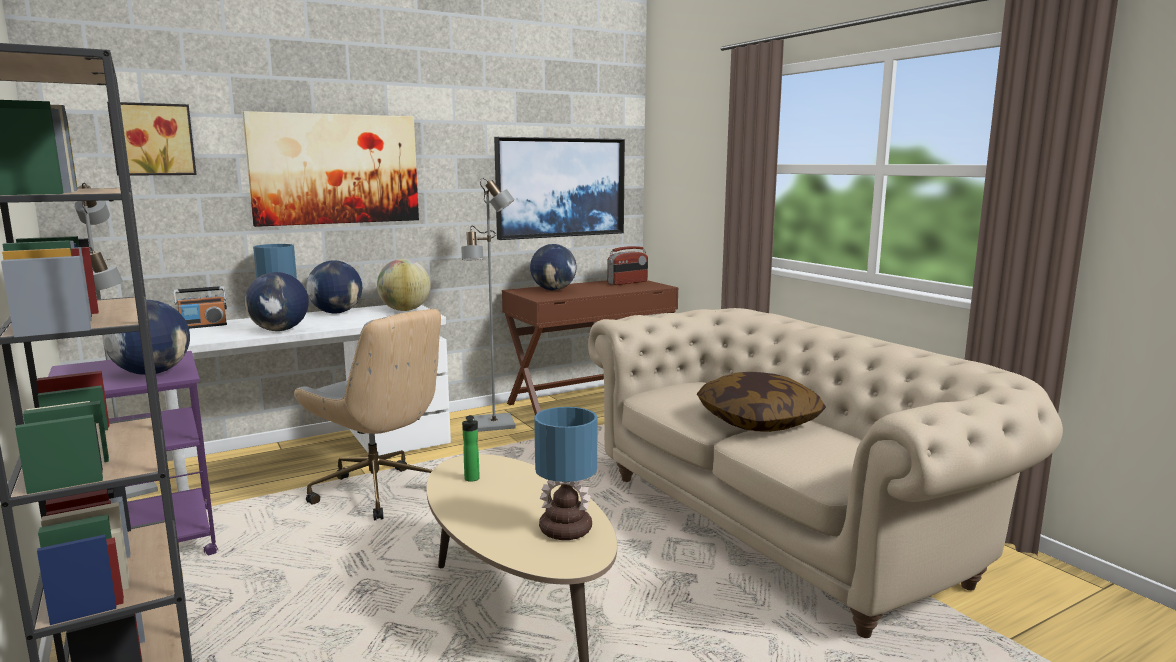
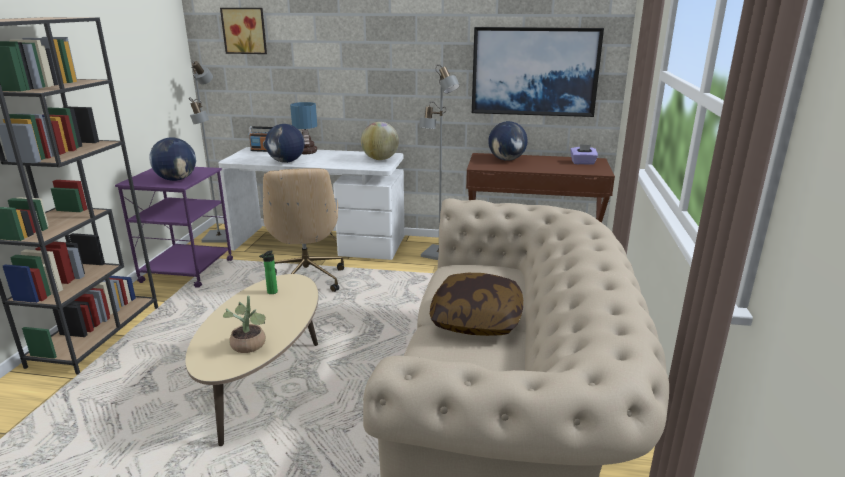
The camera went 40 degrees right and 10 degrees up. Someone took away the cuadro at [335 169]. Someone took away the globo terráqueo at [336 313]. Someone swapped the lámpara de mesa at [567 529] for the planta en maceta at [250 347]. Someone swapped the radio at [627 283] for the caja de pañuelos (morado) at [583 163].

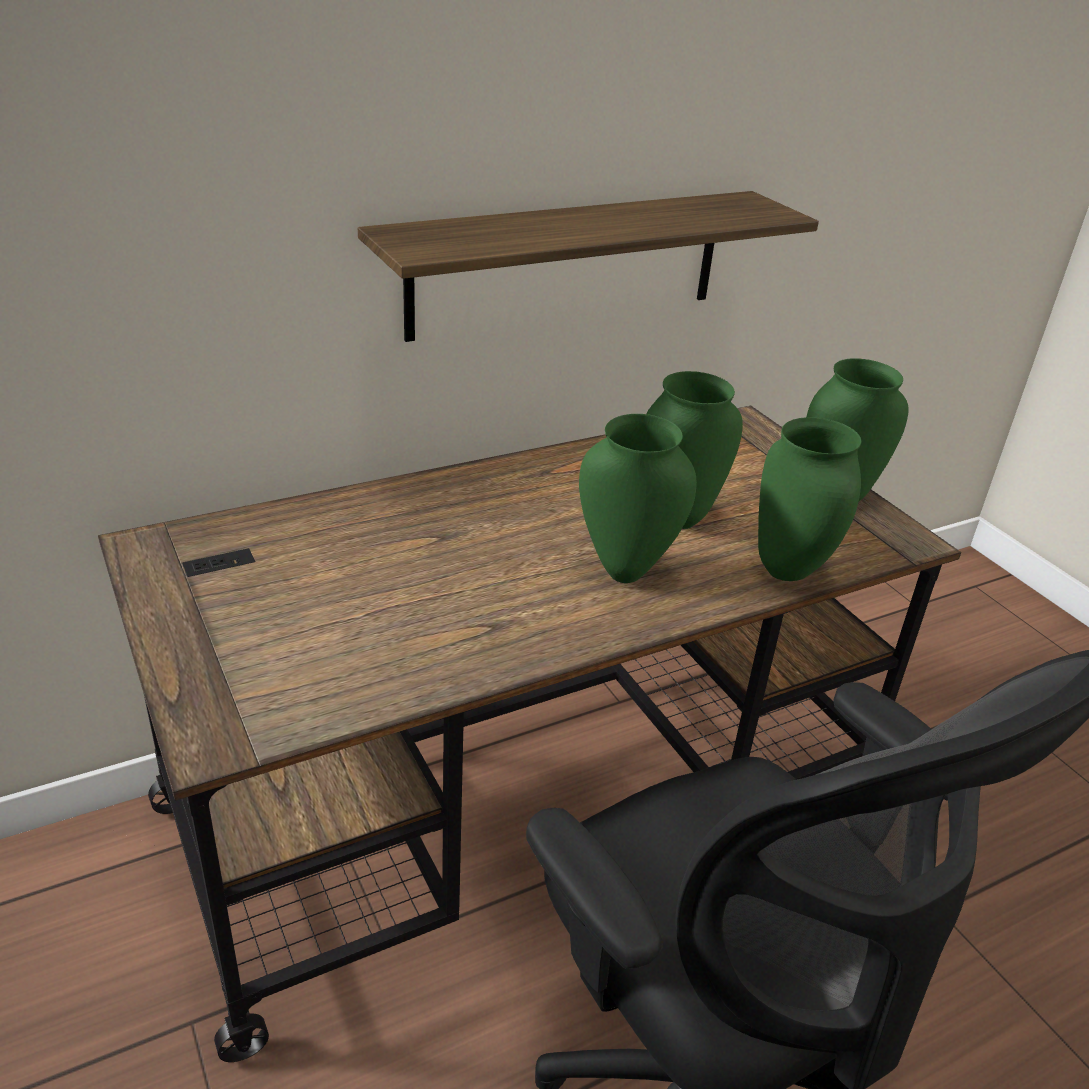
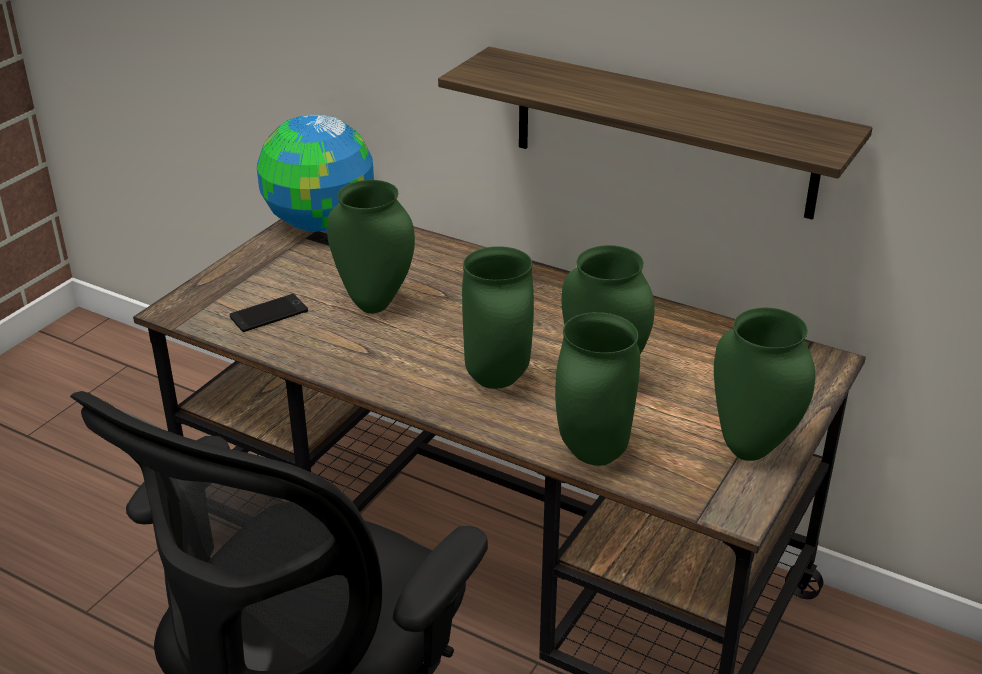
The camera went 60 degrees right and 0 degrees up. Someone put down the móvil at [269 314]. Someone put down the globo terráqueo at [320 224]. Someone put down the florero (verde) at [374 305].

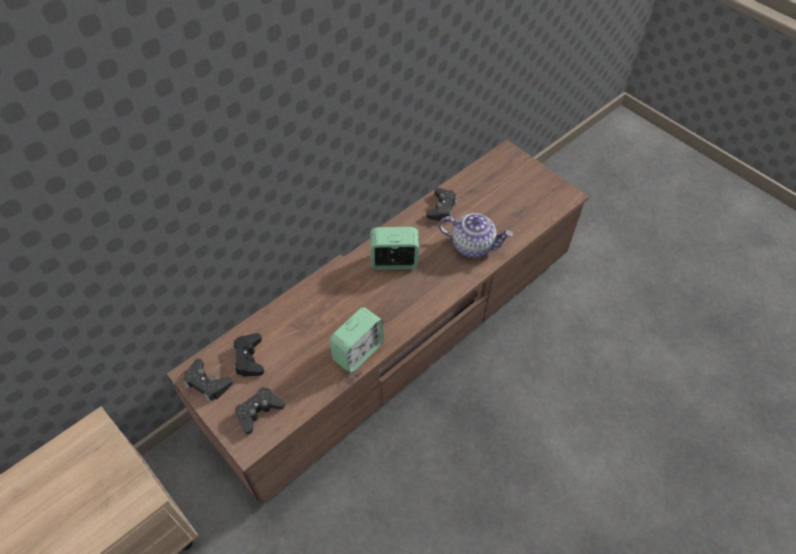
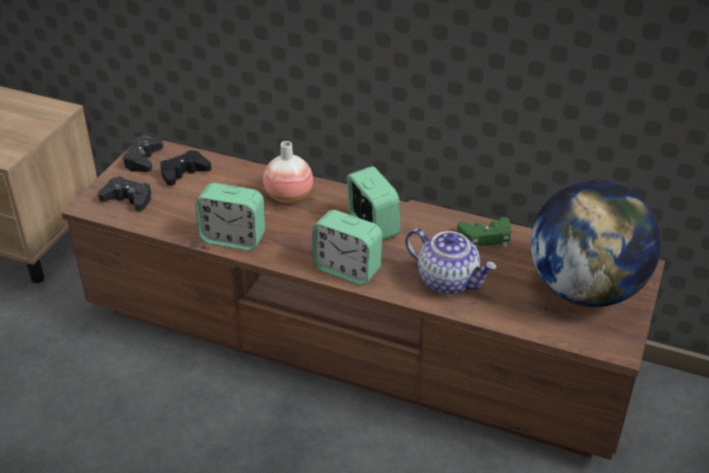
The camera went 65 degrees right and 15 degrees down. Someone put down the florero at [289 196]. Someone put down the despertador at [347 269]. Someone put down the globo terráqueo at [585 289]. Someone repainted the mando de consola (negro) at [441 208], which became the mando de consola (verde) at [485 238]. Someone rotated the tetera at [473 245] by 45 degrees counterclockwise.

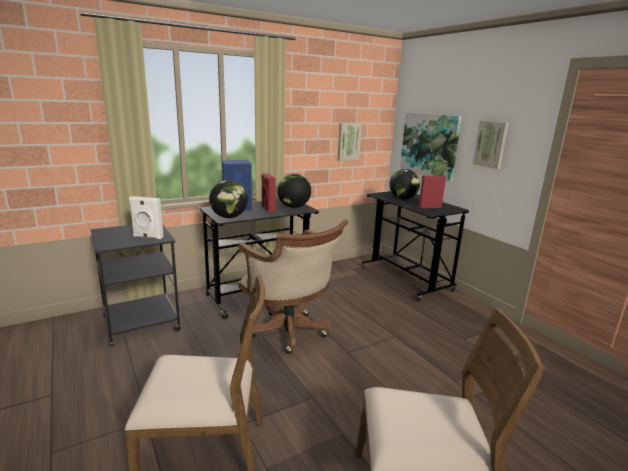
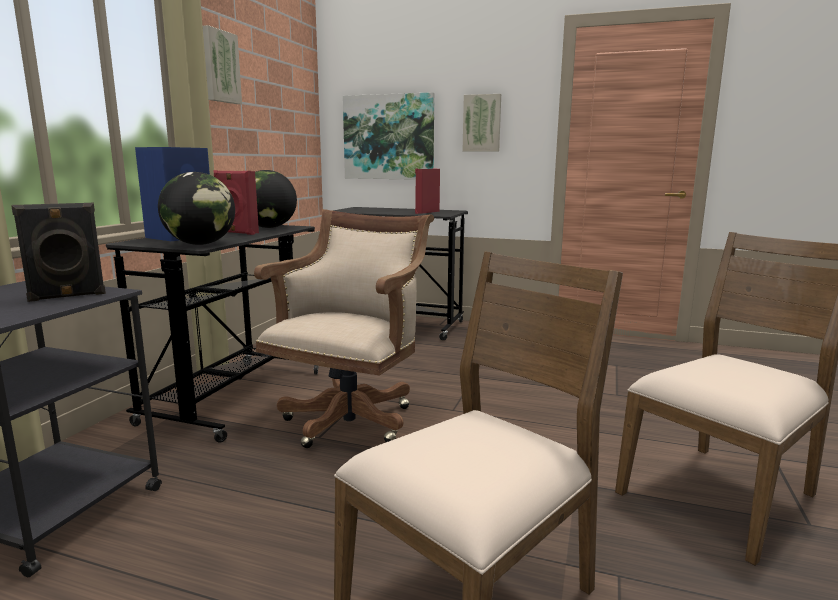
The camera went 40 degrees left and 5 degrees down. Someone took away the globo terráqueo at [403 198]. Someone carried the cuadro from [348 141] to [220 67]. Someone repainted the altavoz (blanco) at [147 237], which became the altavoz (negro) at [67 296]. Someone rotated the silla de oficina at [291 332] by 75 degrees counterclockwise.

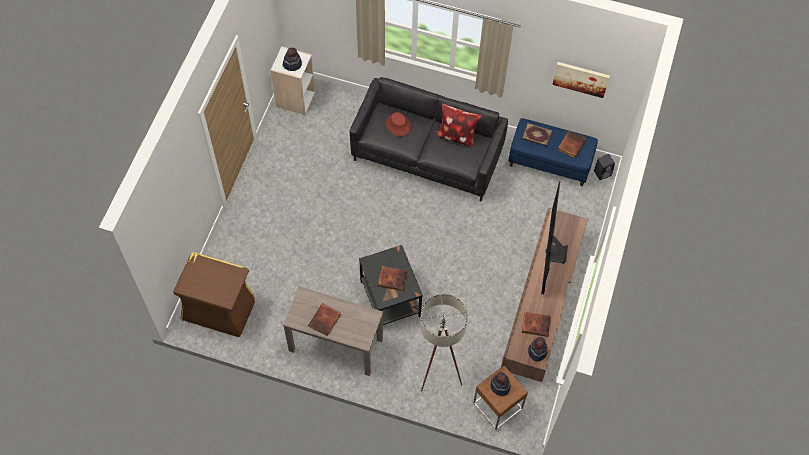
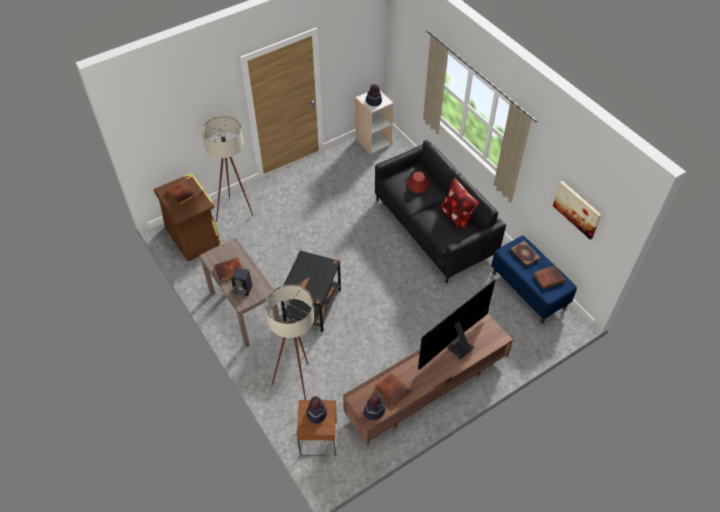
The camera went 40 degrees right and 10 degrees down. Someone put down the lámpara de pie (beis) at [237 213]. Someone carried the libro from [393 278] to [181 194]. Someone carried the altavoz (negro) from [602 172] to [243 289].

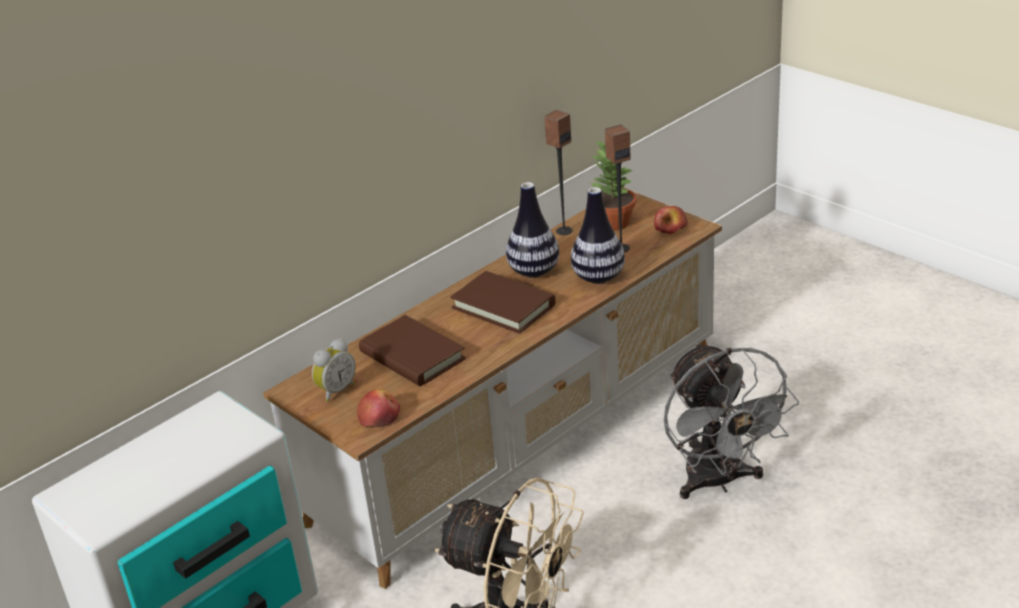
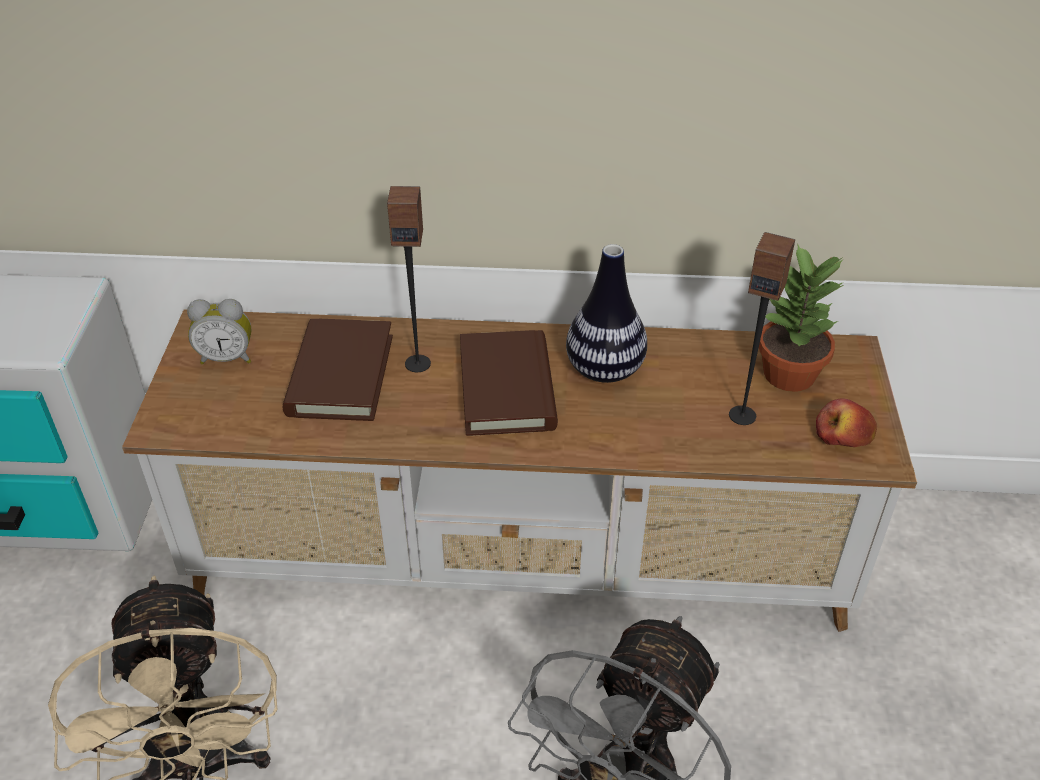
The camera went 45 degrees right and 10 degrees up. Someone took away the manzana at [380 416]. Someone took away the florero at [598 277]. Someone carried the altavoz from [563 231] to [418 363].

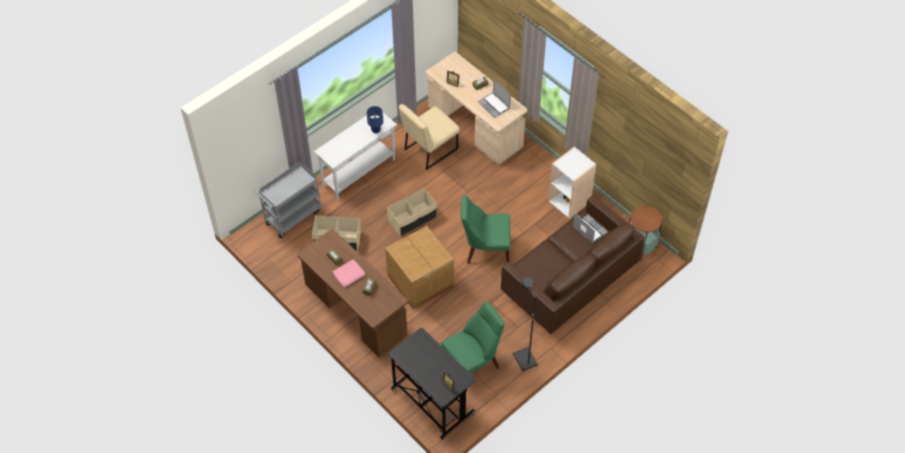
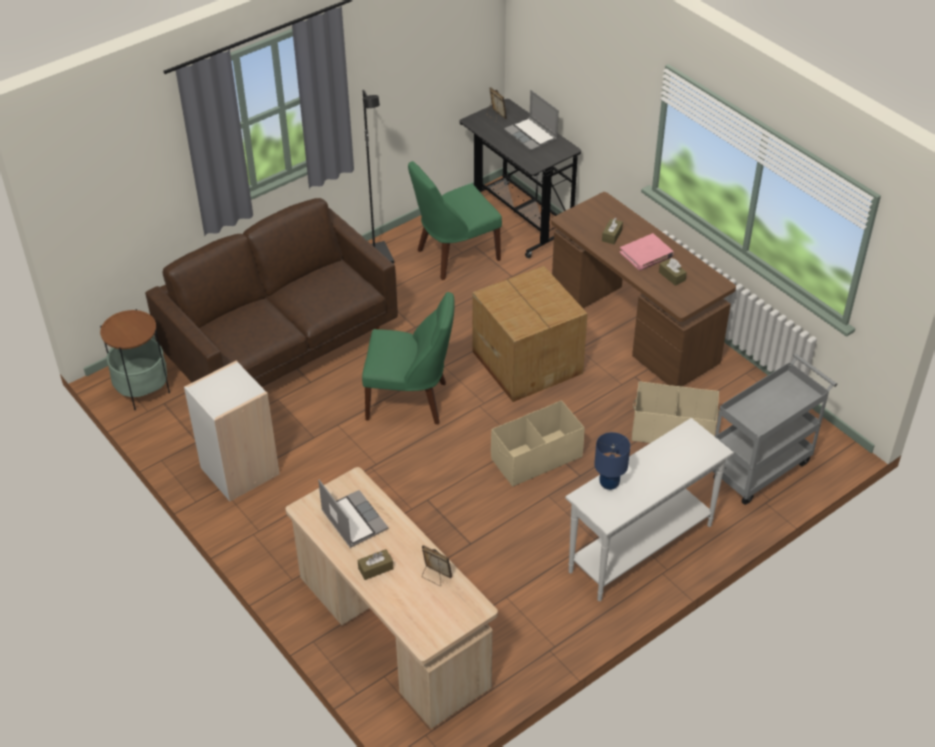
The camera went 175 degrees left and 10 degrees down. Someone took away the silla (beis) at [429 149]. Someone carried the portátil from [589 229] to [531 135].

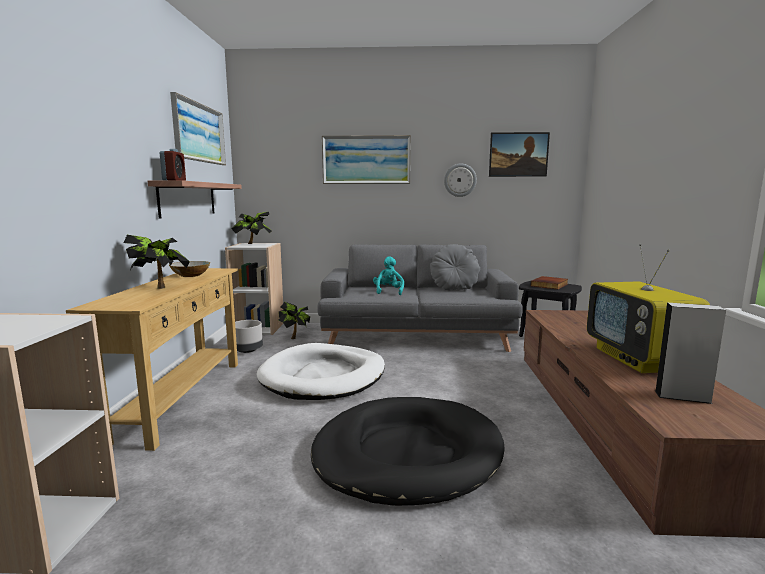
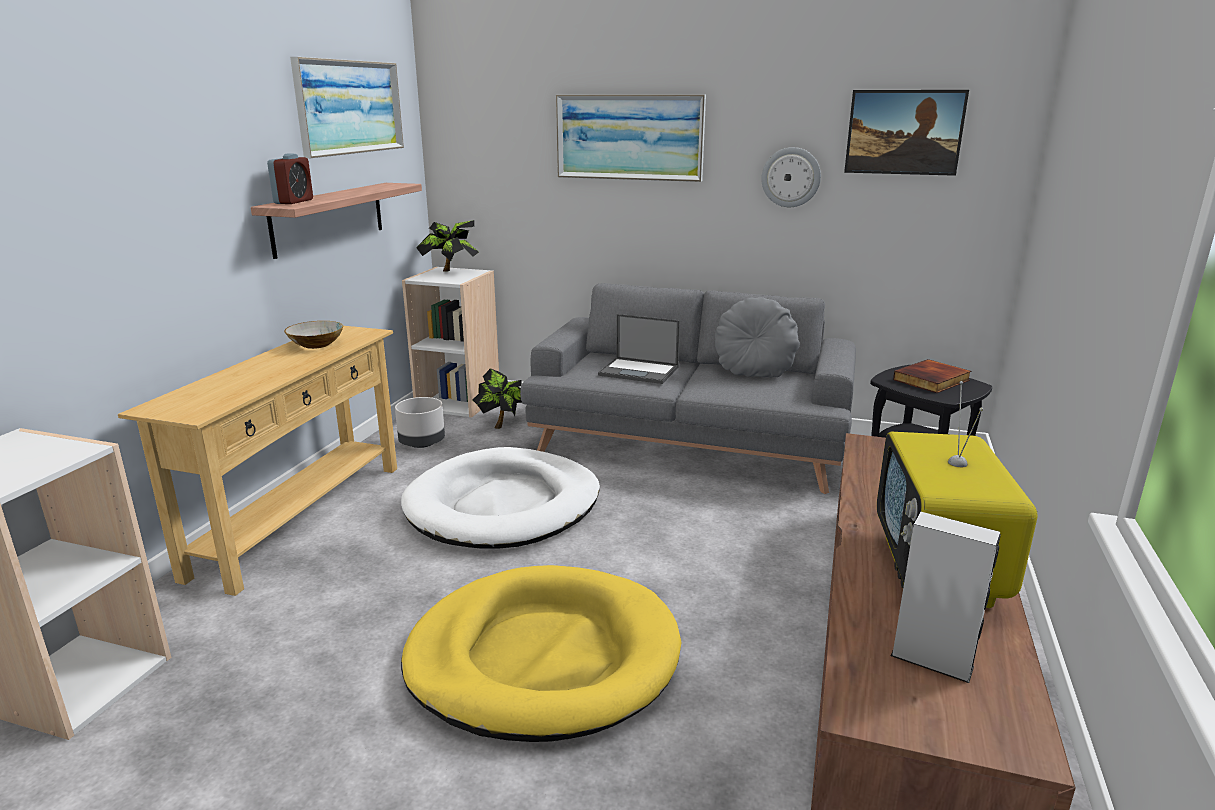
The camera went 15 degrees right and 10 degrees up. Someone took away the planta en maceta at [160 286]. Someone swapped the peluche (turquesa) at [388 291] for the portátil at [640 371]. Someone repainted the cama para perro (negro) at [407 454], which became the cama para perro (amarillo) at [543 658].

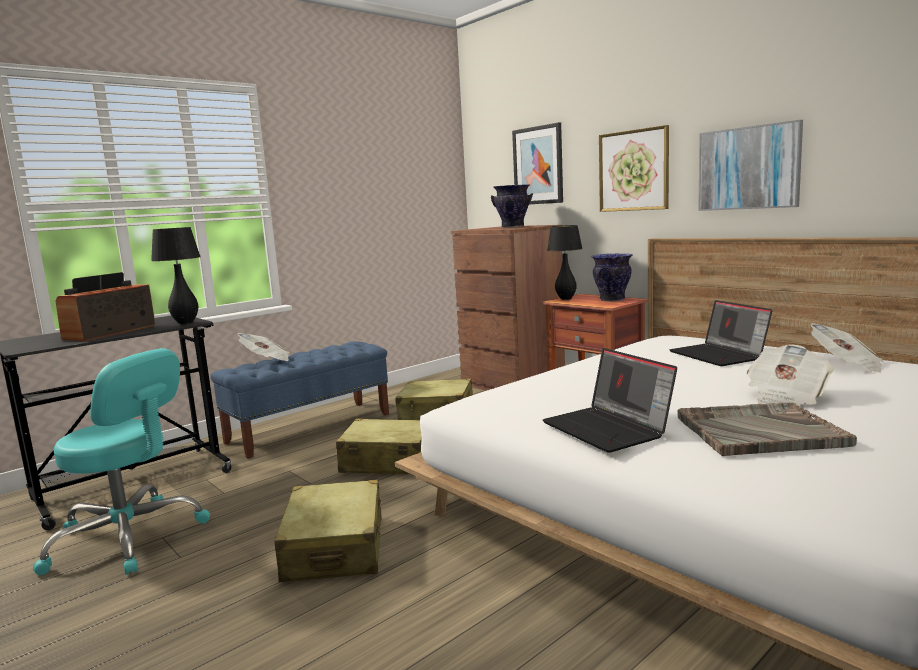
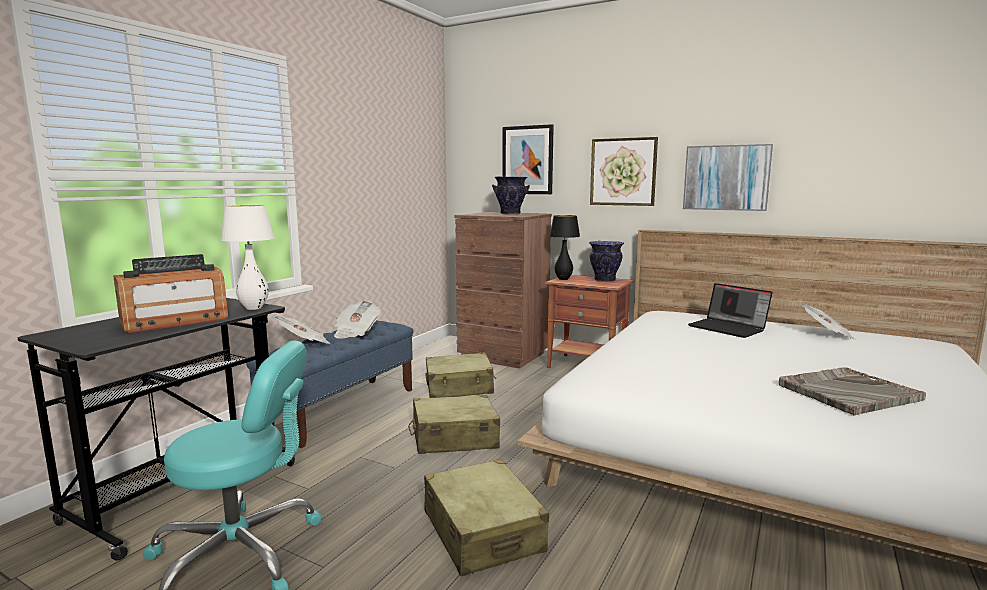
The camera went 20 degrees left and 0 degrees up. Someone took away the portátil at [609 429]. Someone carried the periódico from [785 397] to [356 332]. Someone repainted the lámpara de mesa (negro) at [186 323], which became the lámpara de mesa (blanco) at [254 308]. Someone rotated the radio at [110 332] by 135 degrees counterclockwise.

